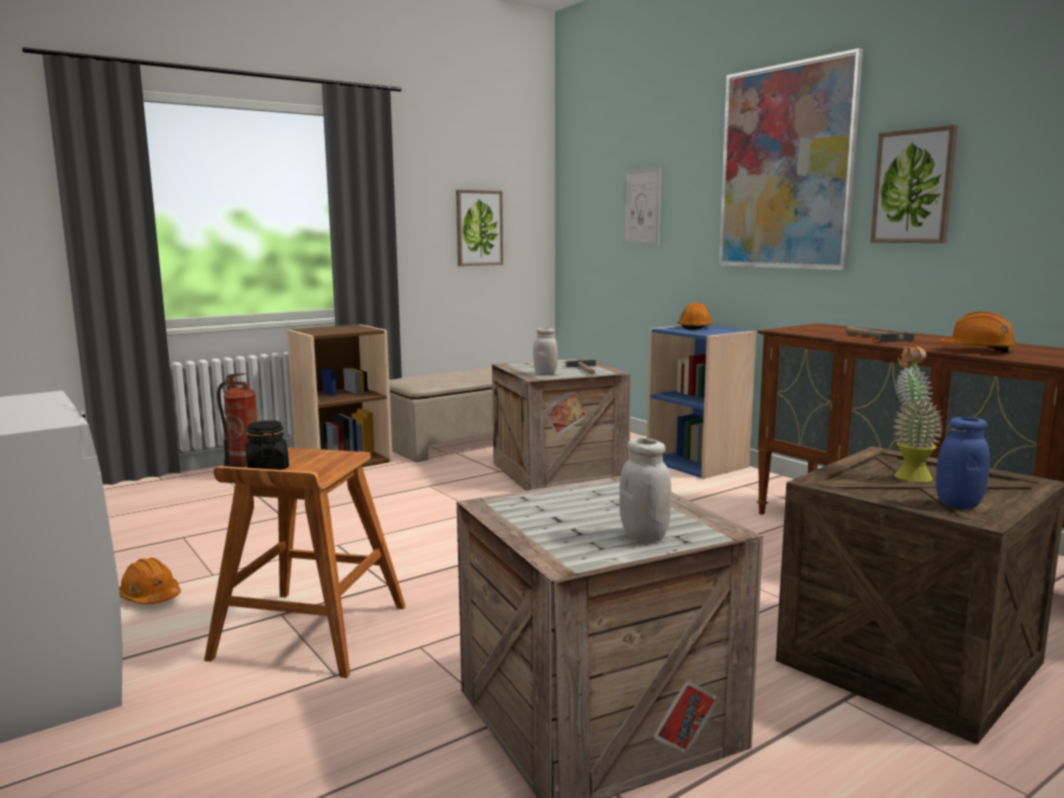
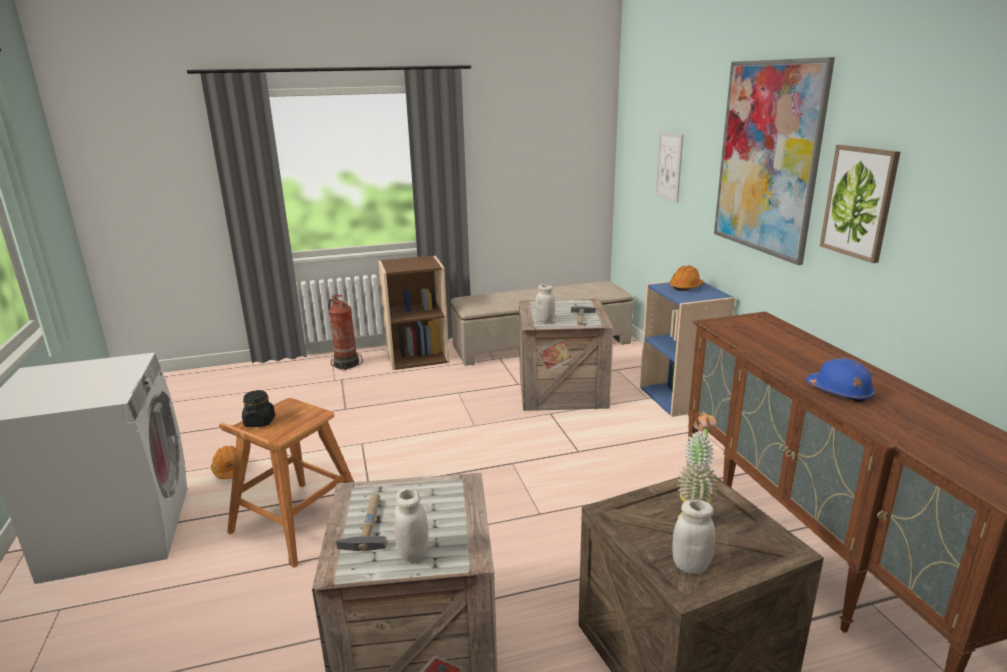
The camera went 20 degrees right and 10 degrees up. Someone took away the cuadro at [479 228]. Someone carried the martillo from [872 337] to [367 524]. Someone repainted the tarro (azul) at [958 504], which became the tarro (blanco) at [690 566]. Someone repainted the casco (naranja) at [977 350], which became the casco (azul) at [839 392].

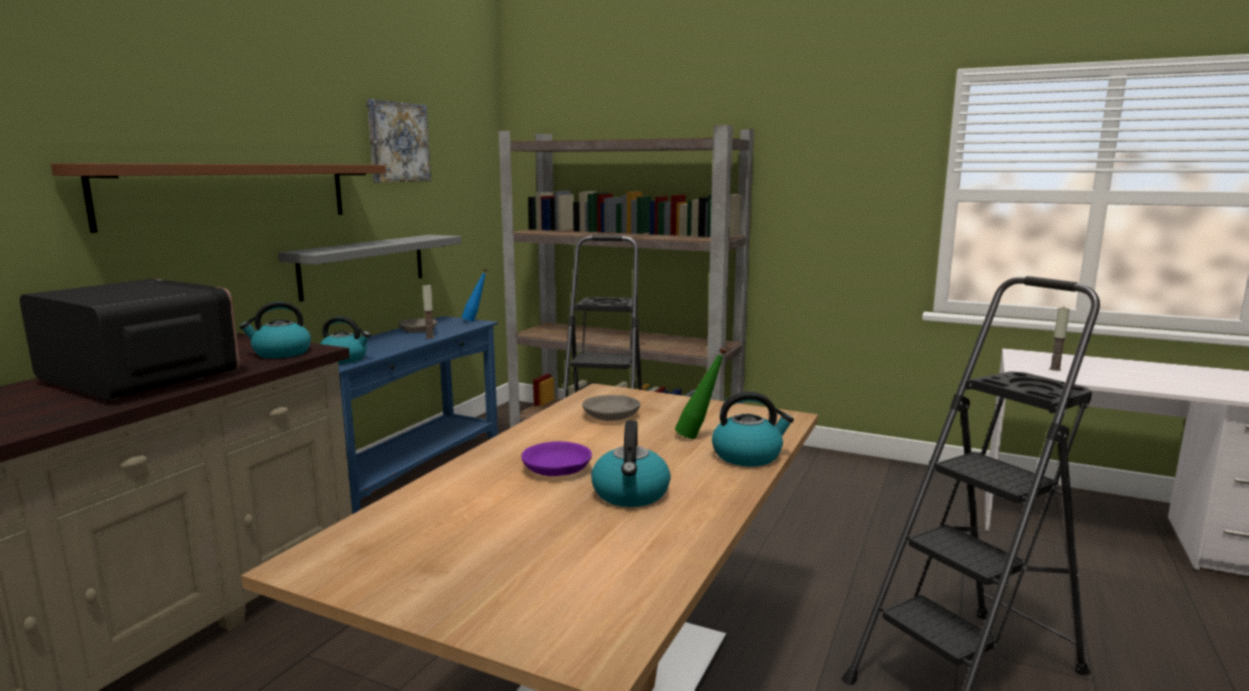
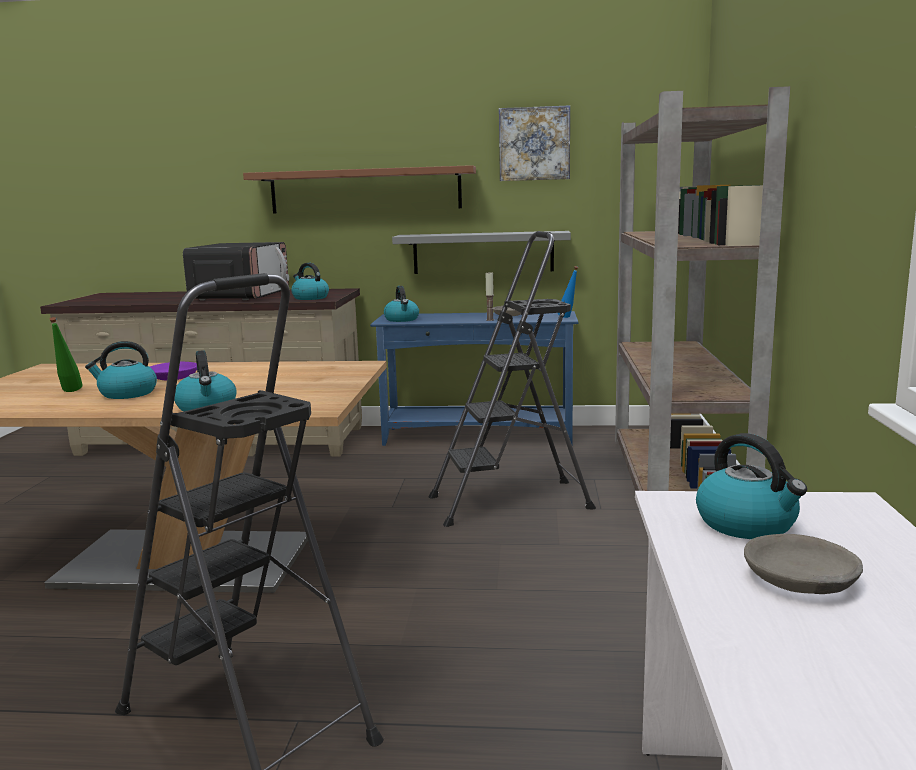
The camera went 70 degrees right and 0 degrees up. Someone carried the cuenco (gris) from [612 416] to [801 580]. Someone carried the botella (verde) from [699 437] to [69 392]. Someone swapped the vela at [1055 369] for the hervidor at [748 524].

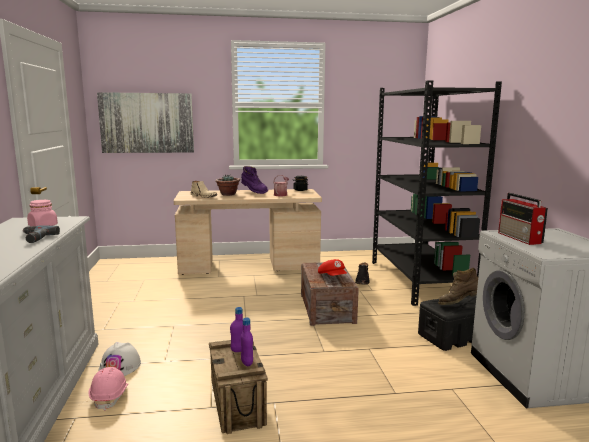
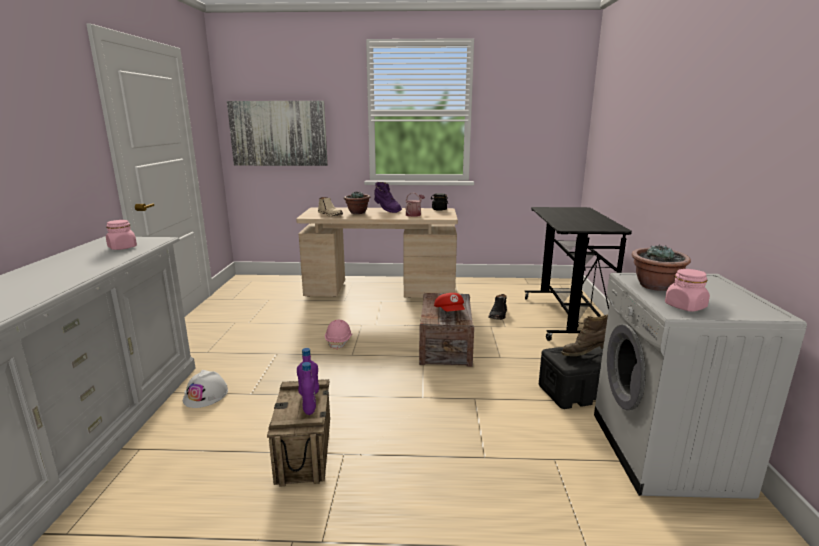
The camera went 10 degrees right and 5 degrees up. Someone took away the taladro at [34 238]. Someone put down the tarro (rosa) at [685 306]. Someone carried the casco (rosa) from [110 396] to [339 341]. Someone swapped the estantería (negro) at [419 280] for the escritorio (negro) at [565 318]. Someone swapped the radio at [520 238] for the planta en maceta at [655 286].

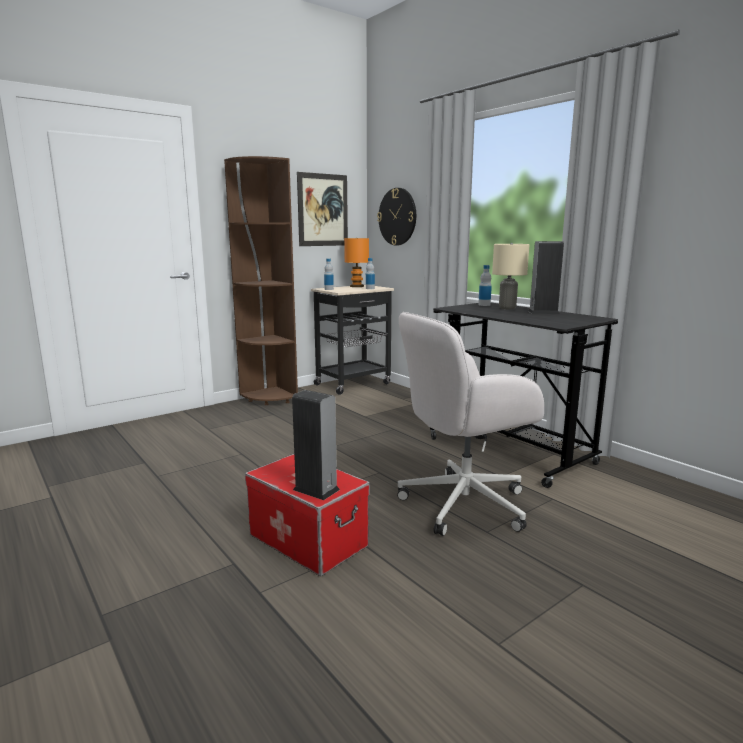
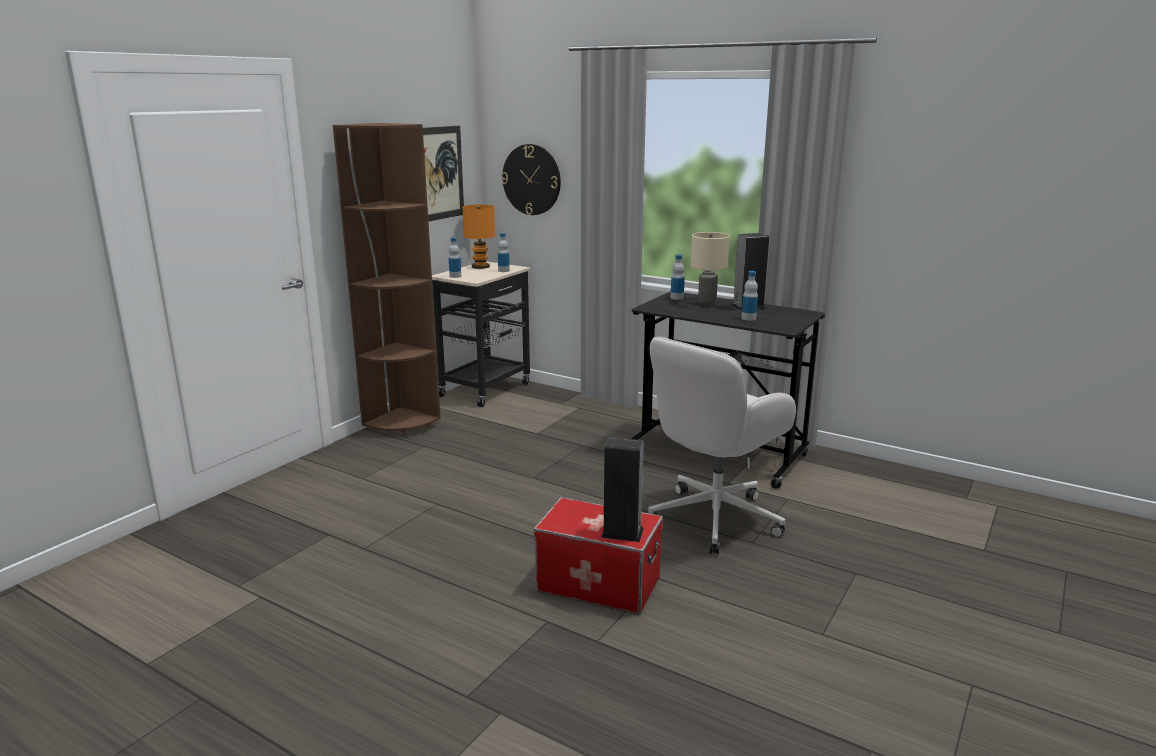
The camera went 20 degrees left and 5 degrees up. Someone put down the botella at [748 318].

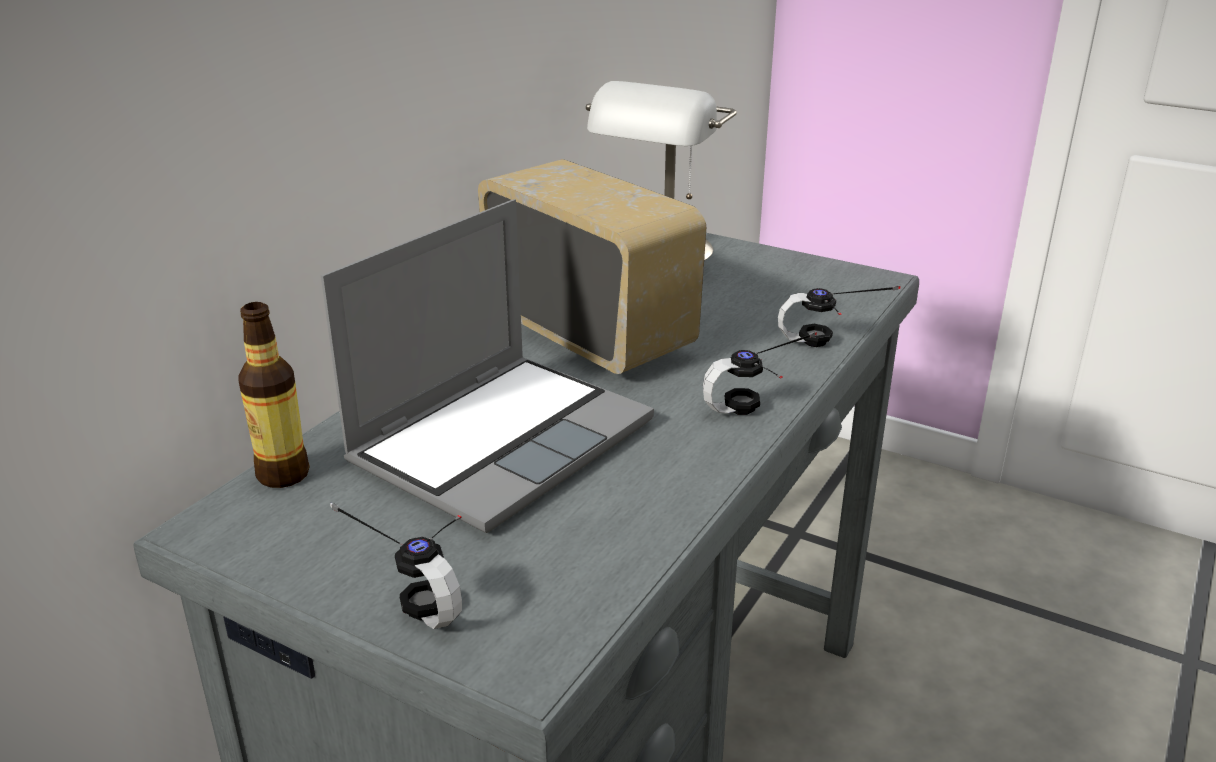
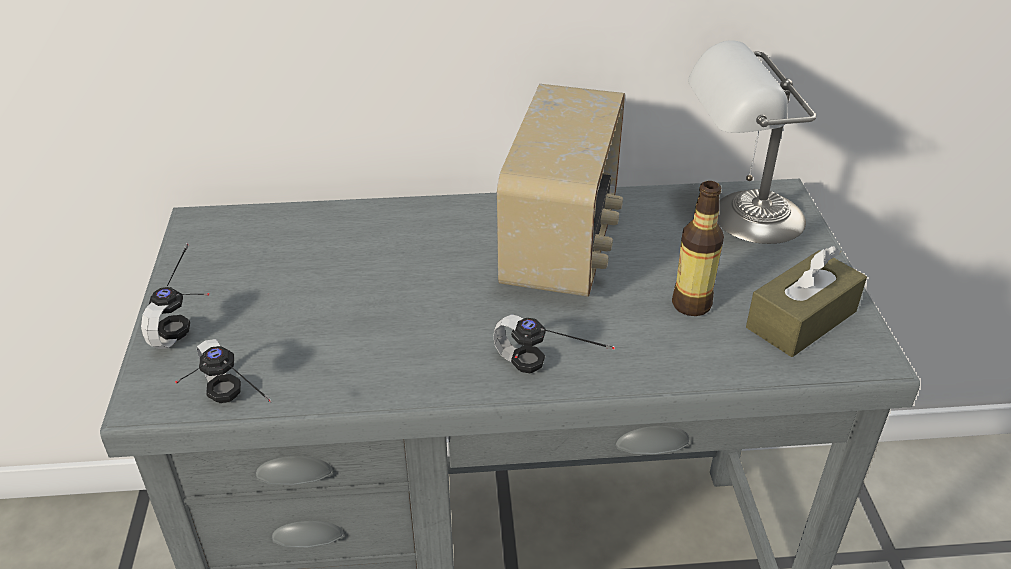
The camera went 55 degrees right and 10 degrees up. Someone took away the portátil at [502 440]. Someone put down the caja de pañuelos (marrón) at [801 319]. Someone carried the botella from [283 475] to [691 304]. Someone carried the auriculares from [838 347] to [223 413].

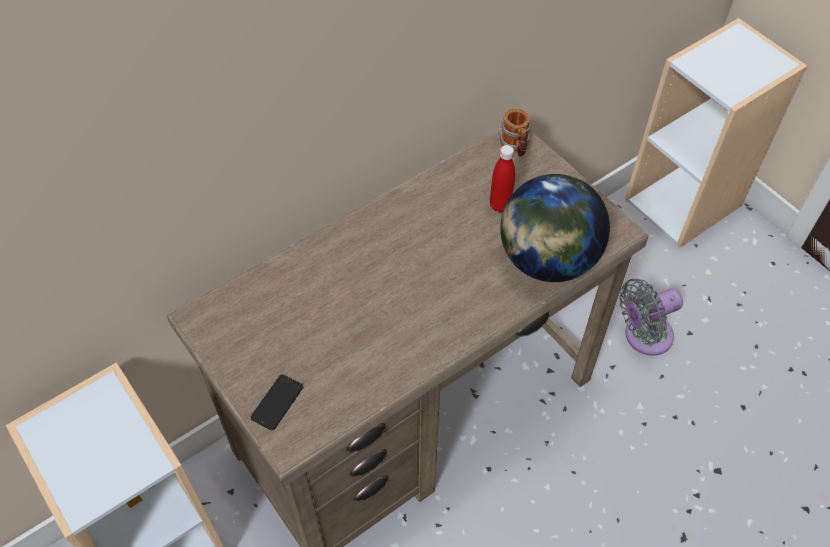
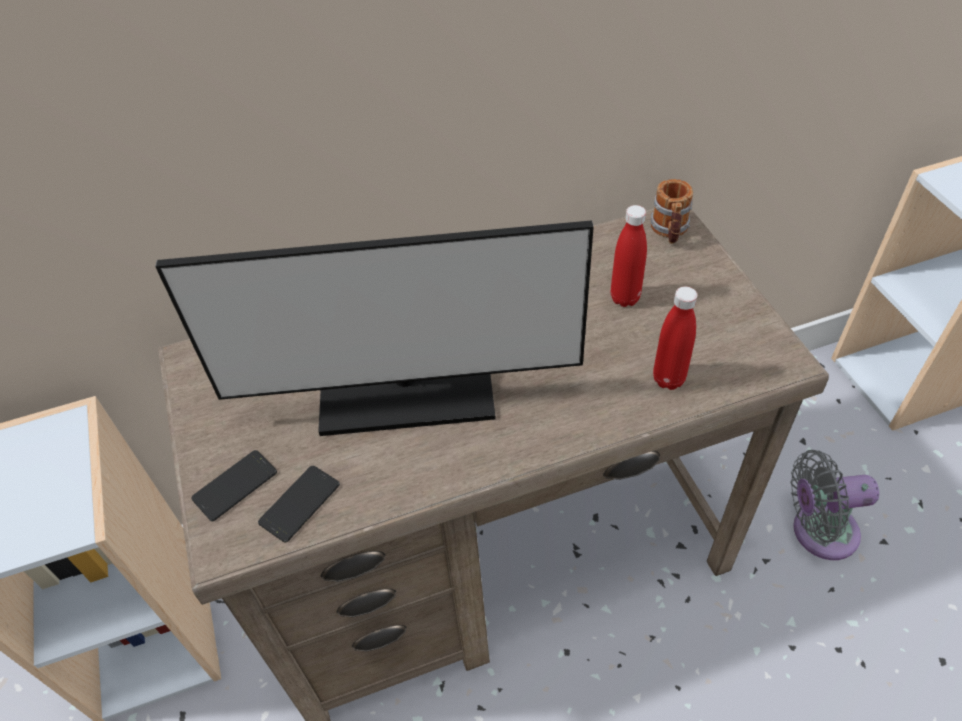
The camera went 20 degrees right and 5 degrees down. Someone put down the monitor at [406 395]. Someone put down the móvil at [299 503]. Someone swapped the globo terráqueo at [547 260] for the botella (rojo) at [668 379].

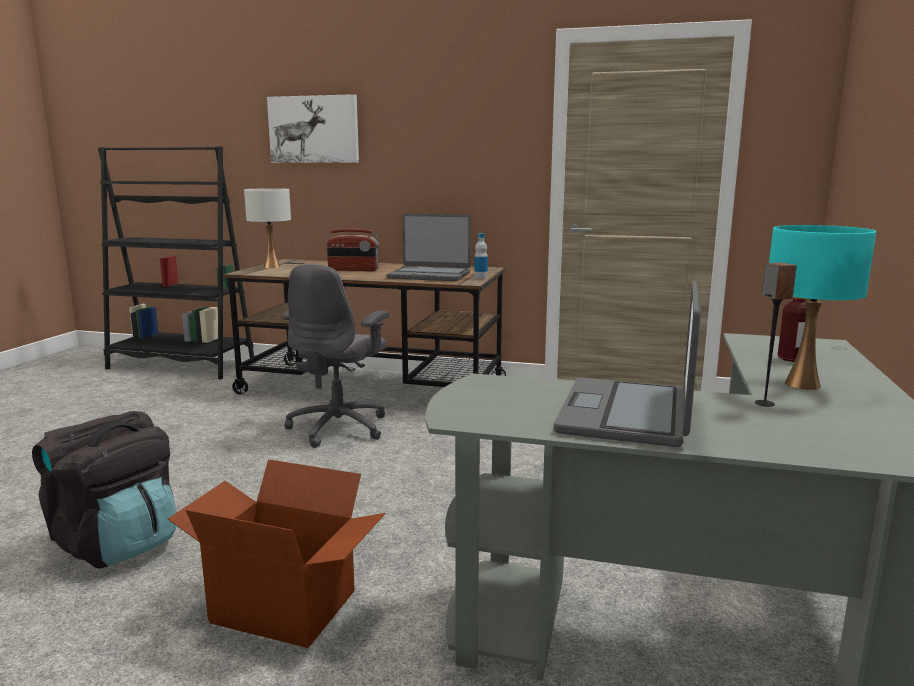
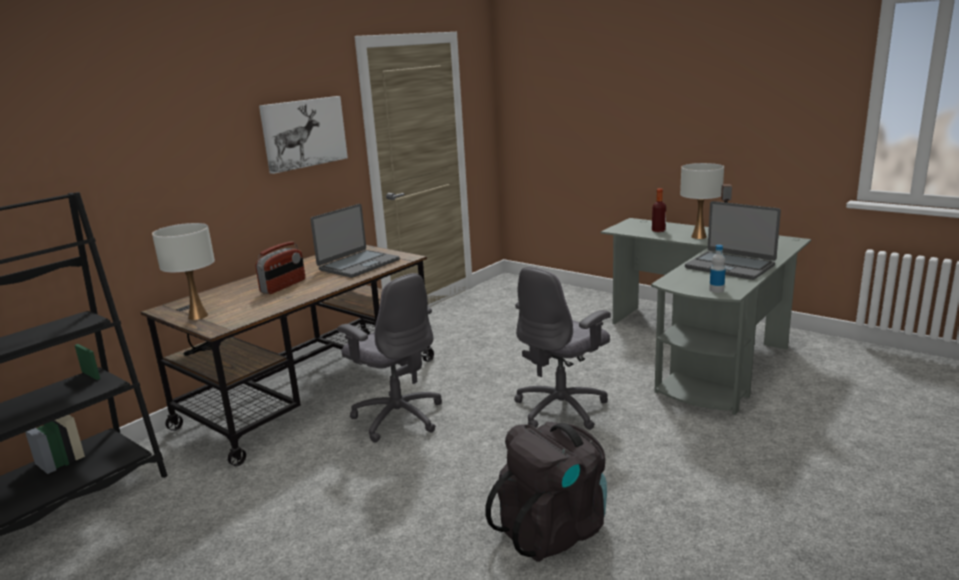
The camera went 65 degrees left and 5 degrees up. Someone took away the caja de cartón at [285 605]. Someone put down the silla de oficina (gris) at [562 408]. Someone carried the cuadro from [314 129] to [304 133]. Someone carried the botella from [480 277] to [716 290]. Someone repainted the lámpara de mesa (turquesa) at [801 384], which became the lámpara de mesa (blanco) at [698 237].

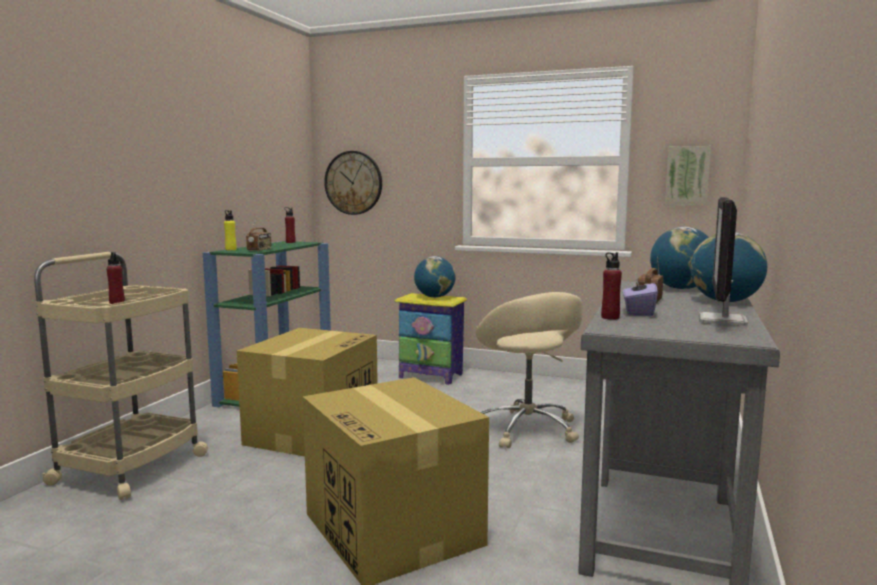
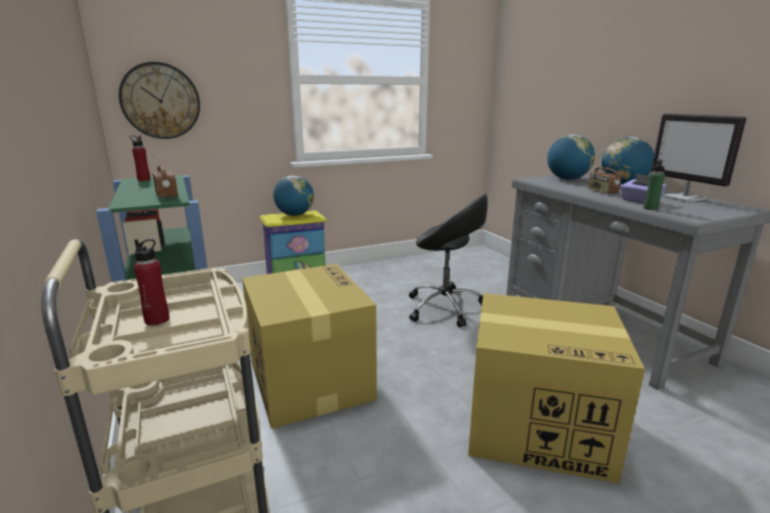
The camera went 45 degrees left and 10 degrees up. Someone took away the botella (amarillo) at [230 249]. Someone took away the cuadro at [687 176]. Someone repainted the silla de oficina (beis) at [527 430], which became the silla de oficina (negro) at [446 307]. Someone repainted the botella (rojo) at [610 317], which became the botella (verde) at [650 208].

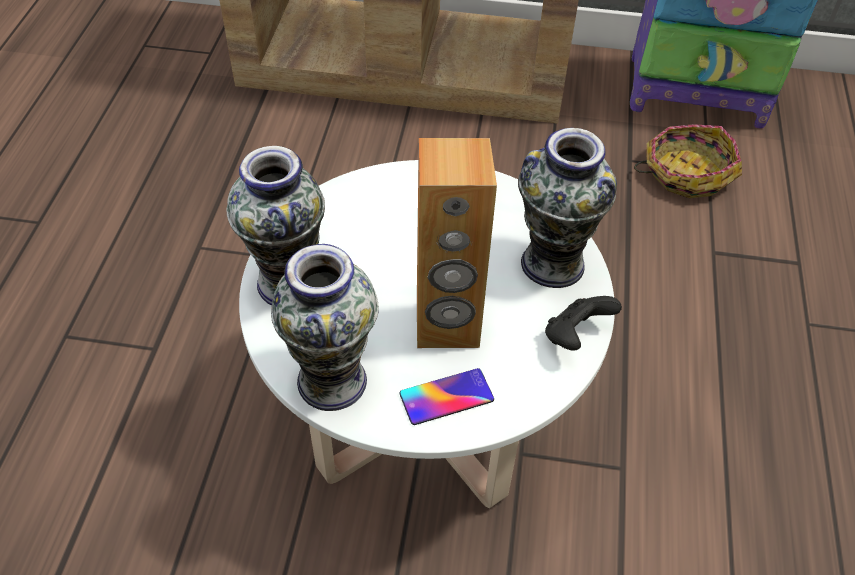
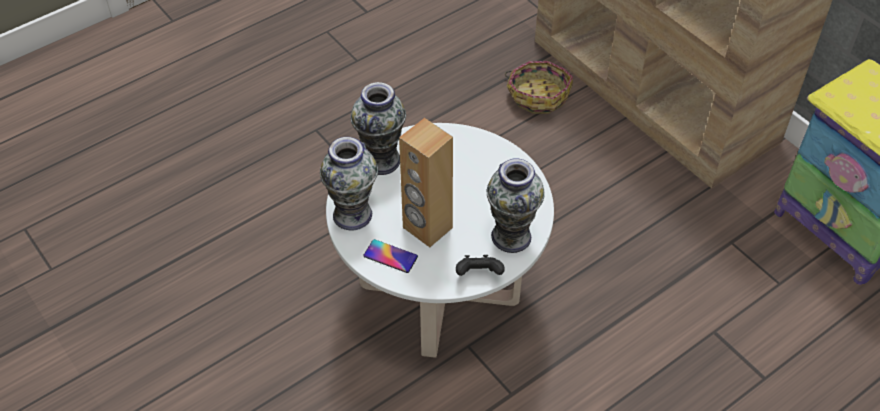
The camera went 45 degrees right and 0 degrees up. Someone carried the cesta from [686 173] to [538 95].

